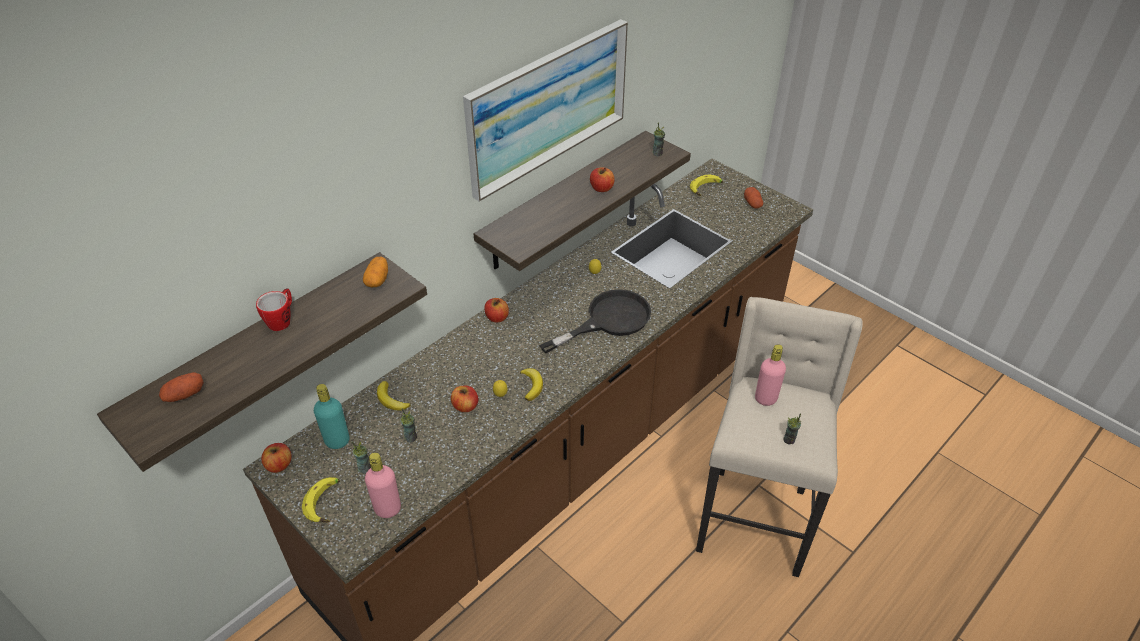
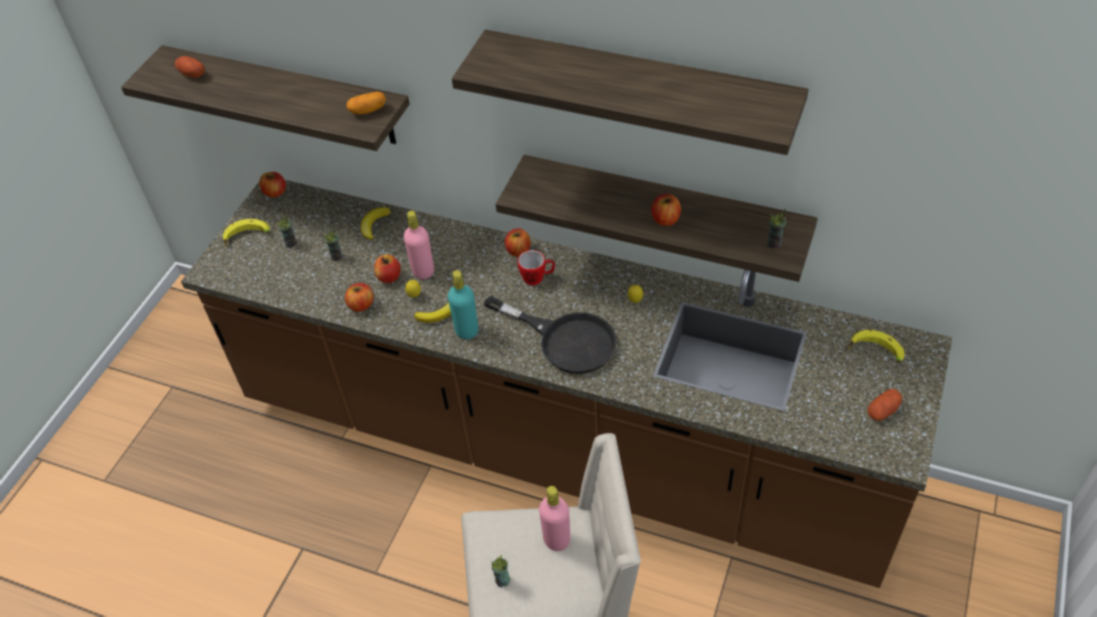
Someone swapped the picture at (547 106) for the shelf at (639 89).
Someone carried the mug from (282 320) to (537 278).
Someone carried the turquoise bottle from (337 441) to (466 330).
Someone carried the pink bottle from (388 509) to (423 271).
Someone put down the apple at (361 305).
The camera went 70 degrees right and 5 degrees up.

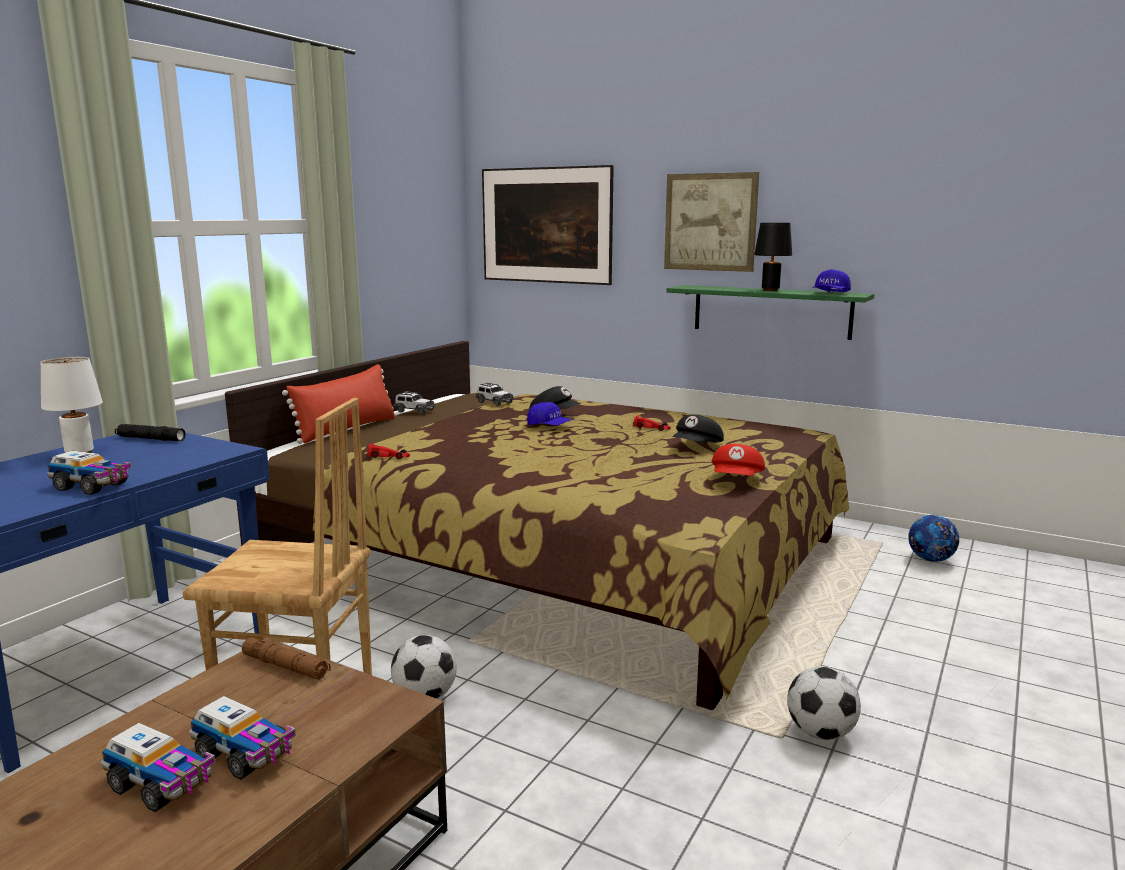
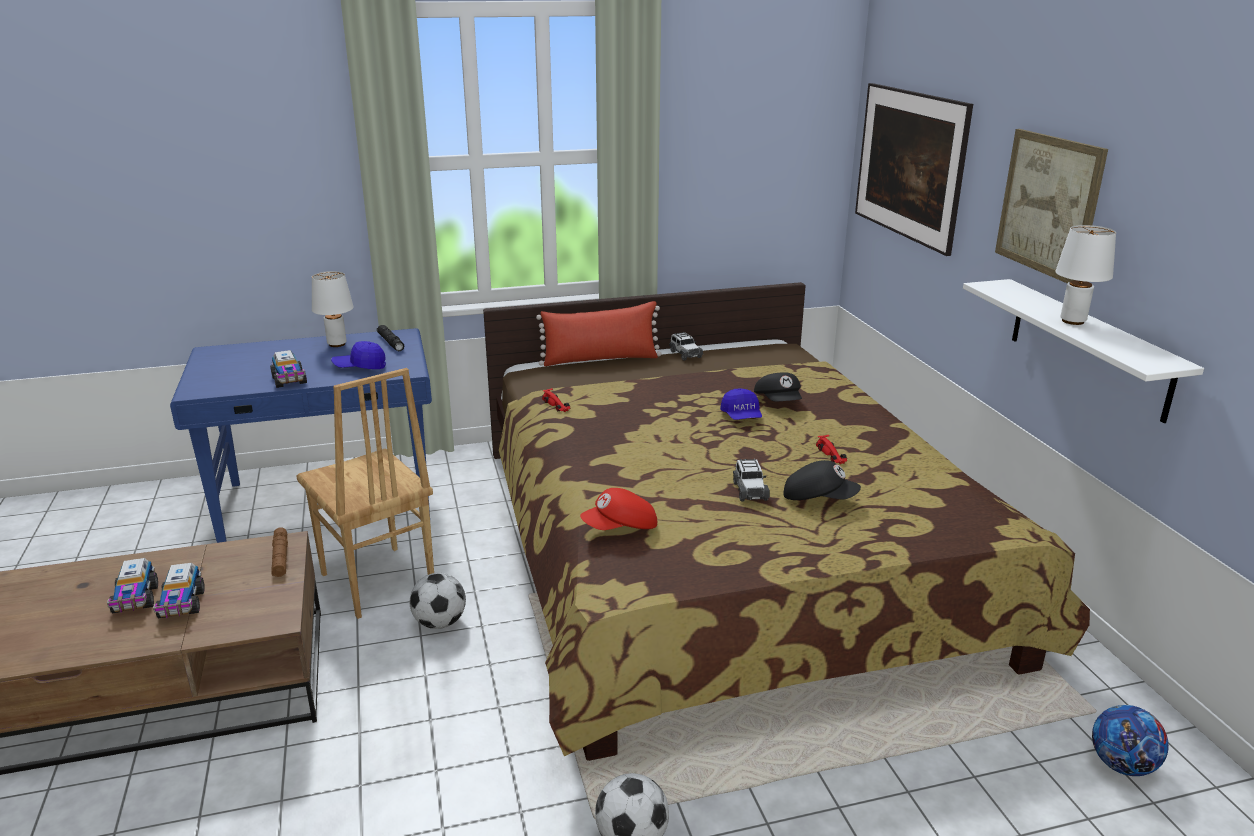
Someone repainted the black table lamp at (770 290), which became the white table lamp at (1072 321).
Someone carried the blue cap from (830 293) to (360 367).
Someone repainted the green shelf at (771 311), which became the white shelf at (1088 347).
Someone carried the toy car from (494 402) to (749 490).
Someone rotated the black cap at (697 447) by 150 degrees counterclockwise.
Someone carried the red cap from (737 480) to (621 528).
The camera went 45 degrees right and 10 degrees up.

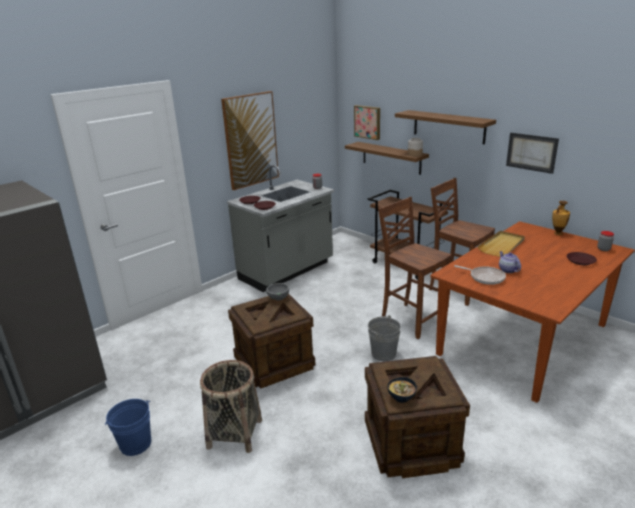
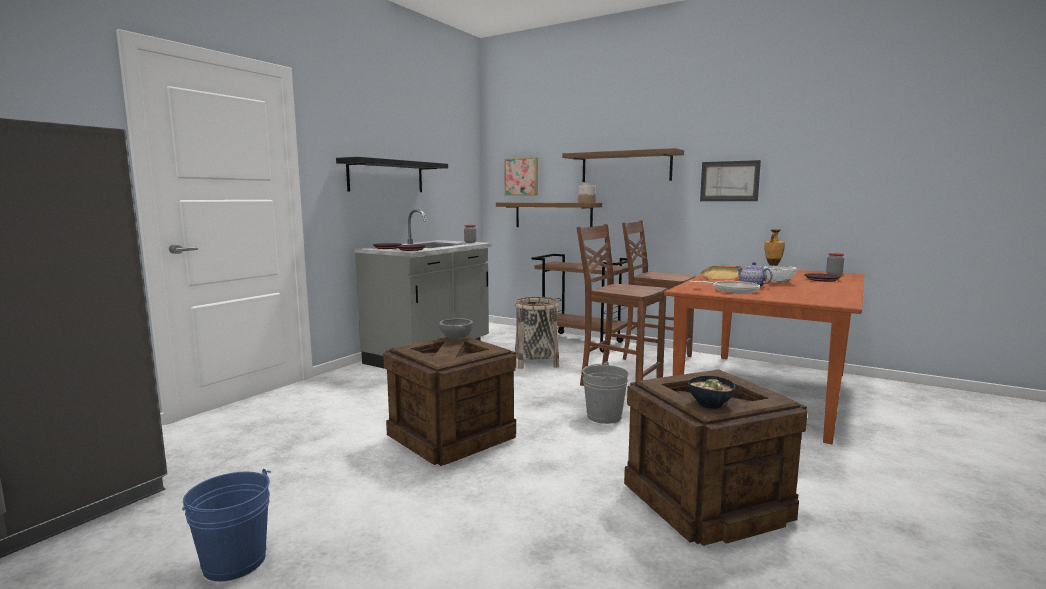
Someone swapped the picture at (250 140) for the black shelf at (386 176).
Someone carried the basket from (234 433) to (536 362).
Someone put down the white bowl at (778 282).
The camera went 15 degrees left and 15 degrees down.

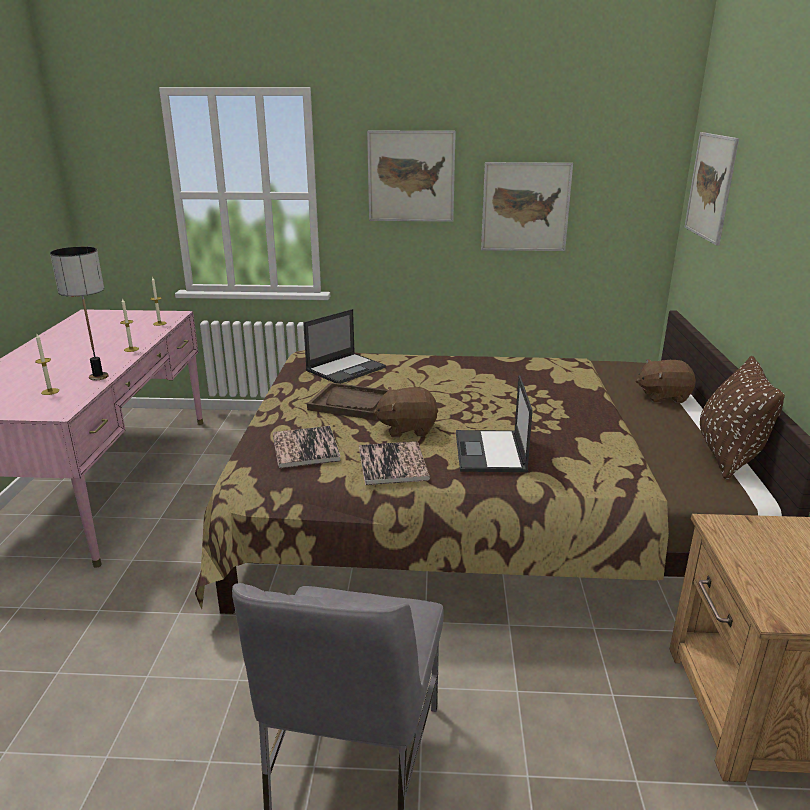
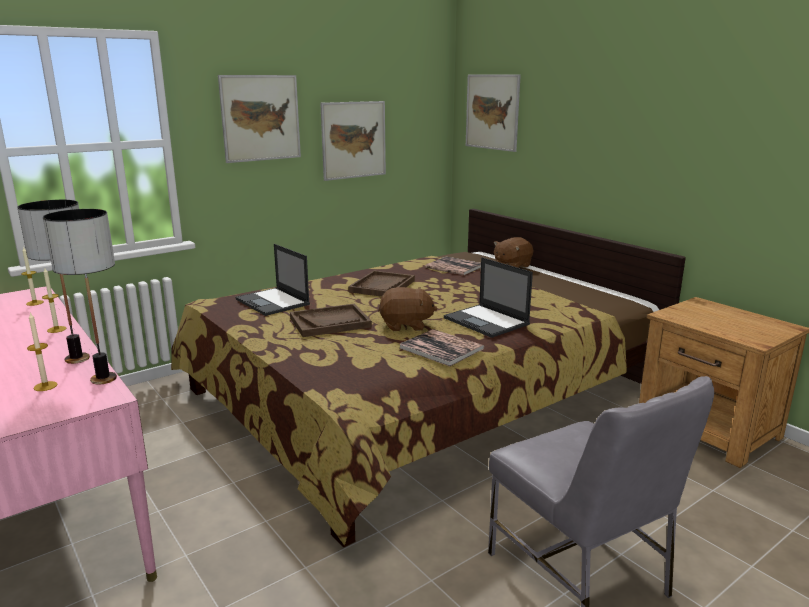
Someone rotated the laptop at (346 368) by 135 degrees clockwise.
Someone took away the brown pillow at (728 456).
Someone rotated the brown plush toy at (407 429) by 135 degrees counterclockwise.
Someone carried the book from (305 448) to (454 267).
Someone put down the table lamp at (104 379).
Someone put down the brown tray at (382 286).
The camera went 40 degrees left and 5 degrees down.

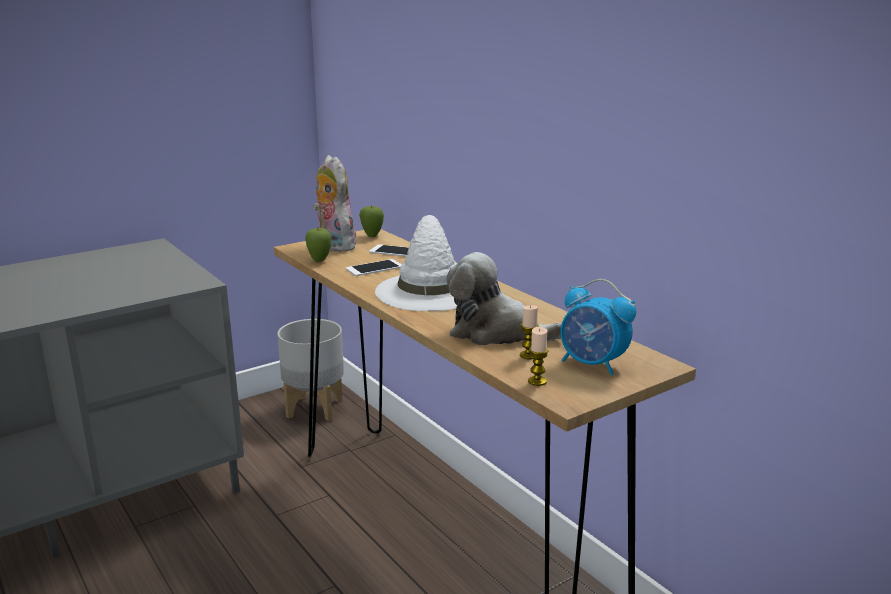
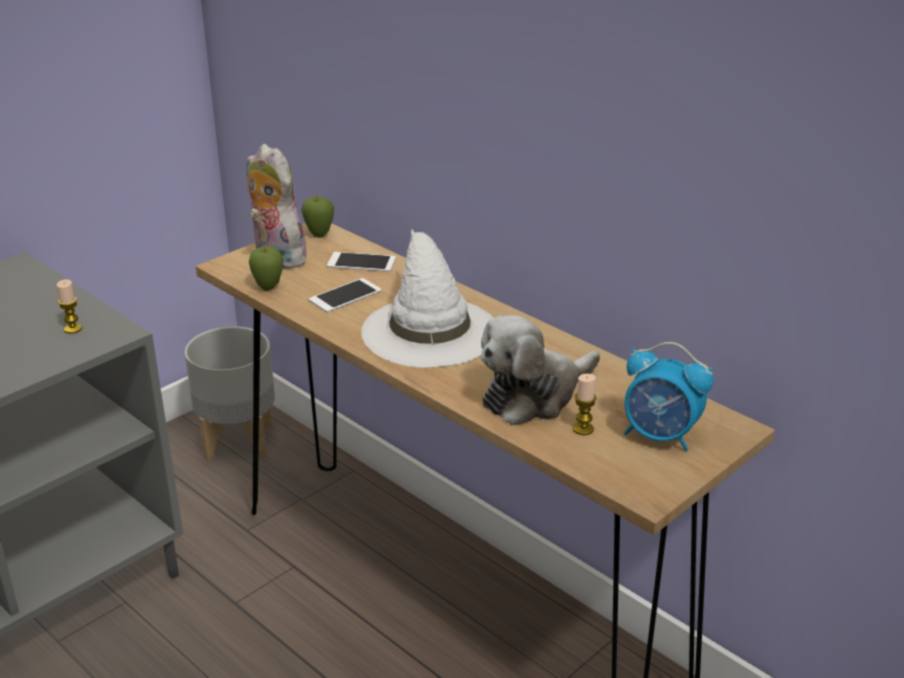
Someone rotated the plush toy at (496 333) by 45 degrees counterclockwise.
Someone carried the candle from (537 381) to (73 329).
The camera went 10 degrees left and 10 degrees up.

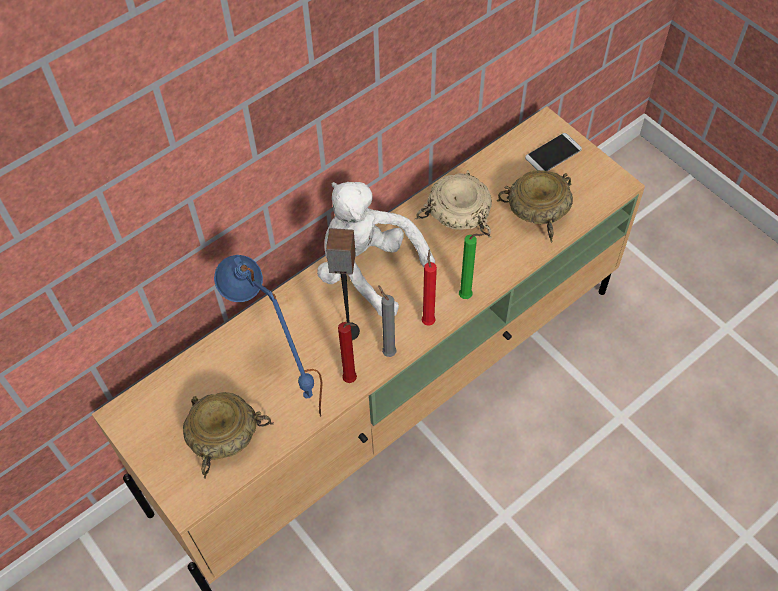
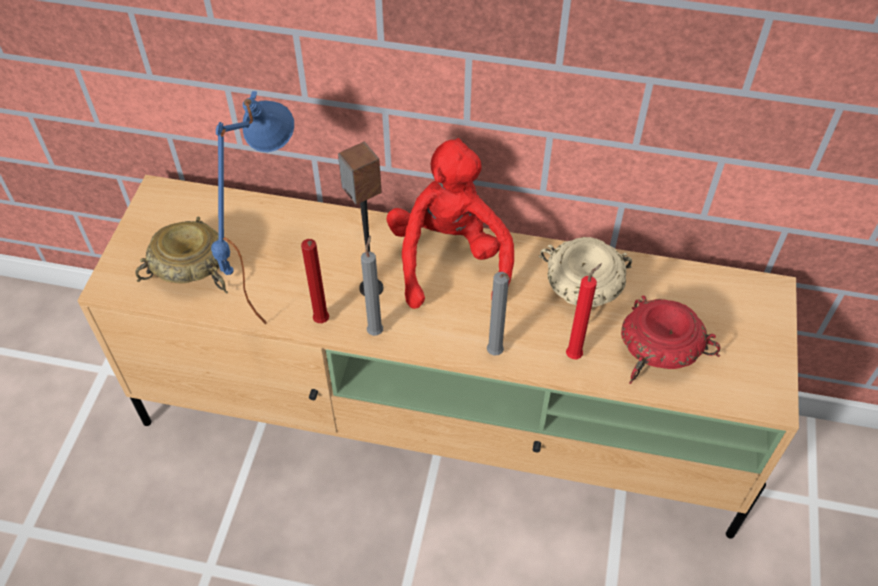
Someone took away the phone at (553 154).
Someone repainted the beige bowl at (539 210), which became the red bowl at (660 351).
Someone repainted the white plush toy at (367 270), which became the red plush toy at (449 259).
Someone repainted the green candle at (467 297), which became the grey candle at (496 354).
Someone carried the red candle from (428 320) to (575 354).
The camera went 50 degrees right and 5 degrees down.

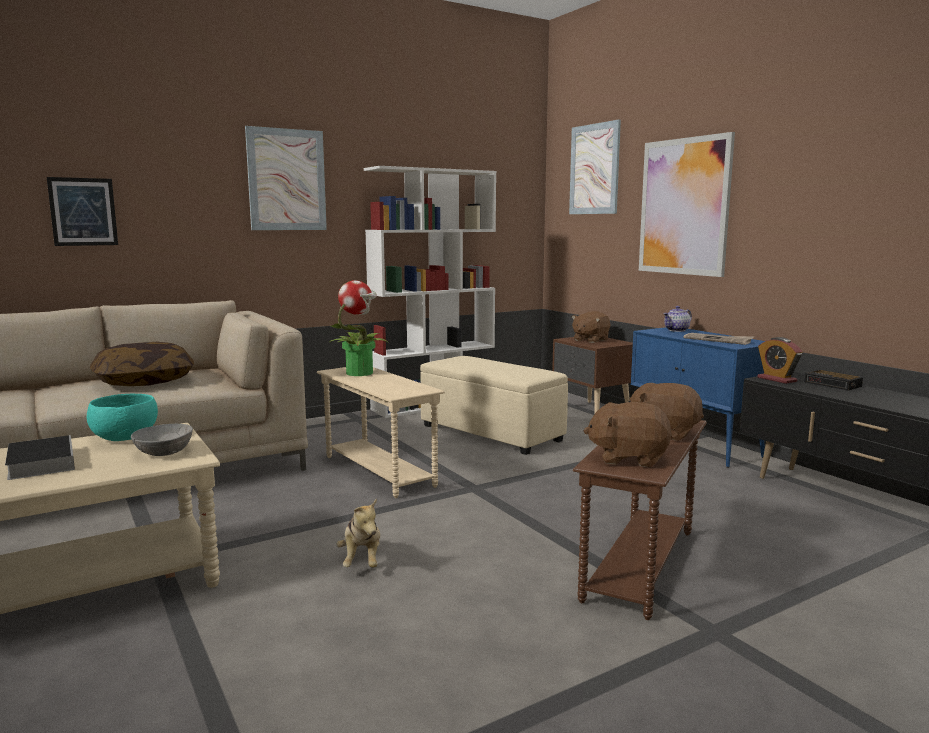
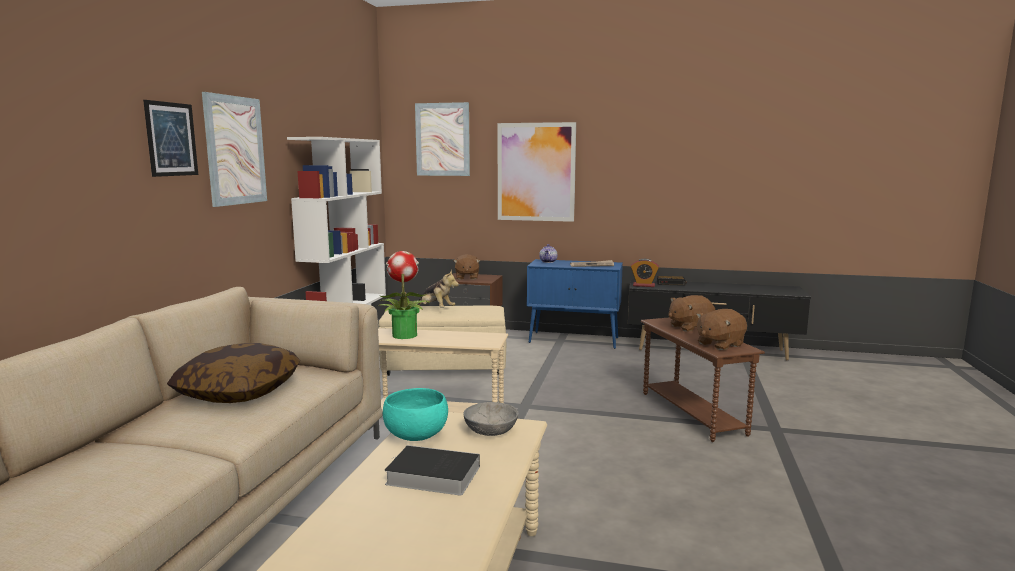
Someone carried the picture from (83 212) to (171 139).
Someone carried the plush toy from (362 561) to (436 309).
The camera went 45 degrees left and 0 degrees up.

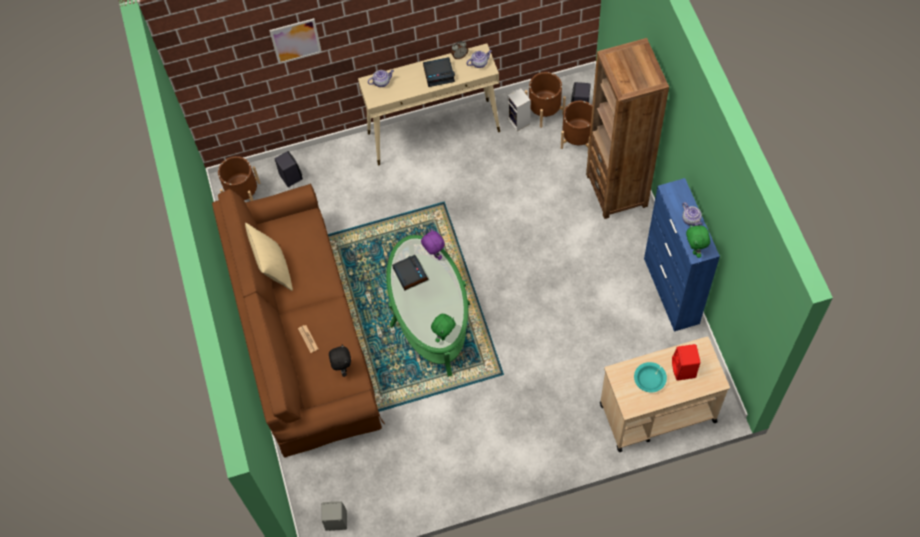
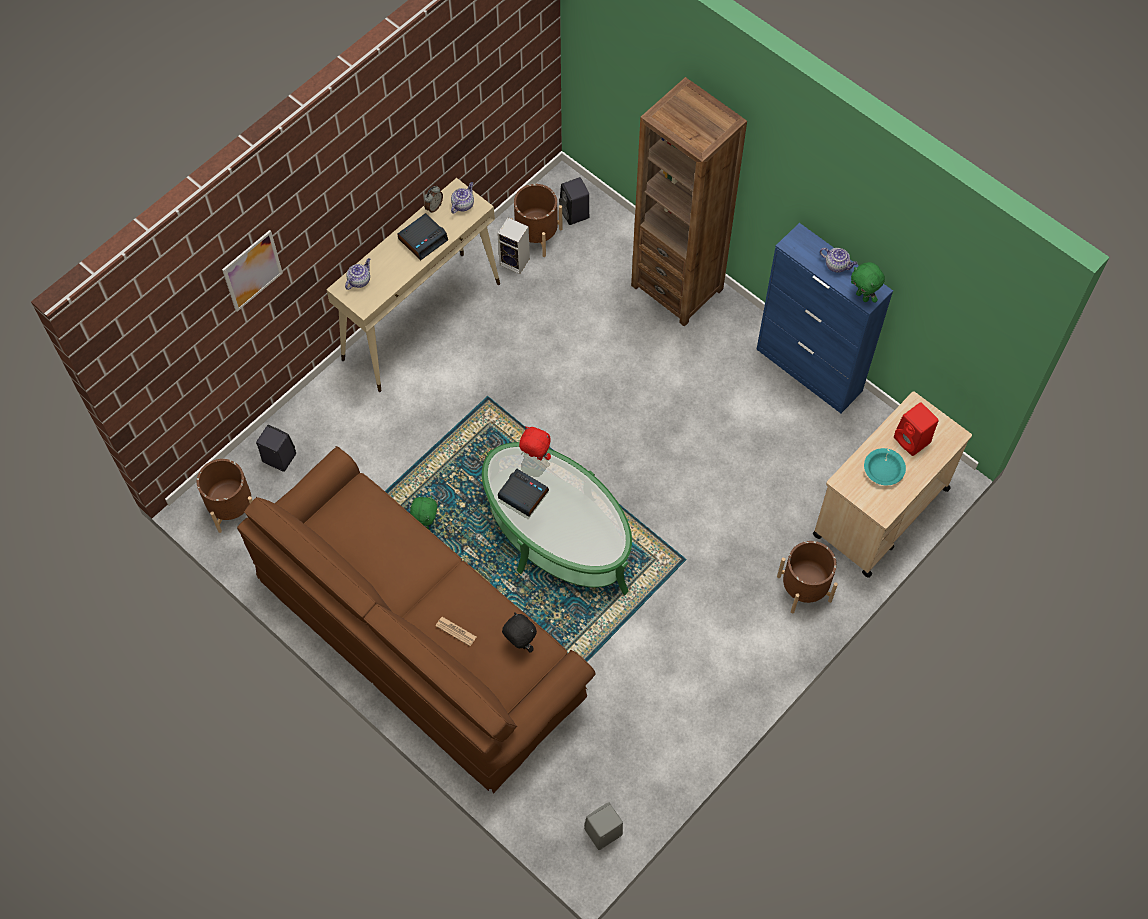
Someone carried the brown planter from (578 139) to (804 588).
Someone took away the beige pillow at (274 269).
Someone repainted the purple plush toy at (433 254), which became the red plush toy at (535 457).
Someone carried the green plush toy from (444 335) to (425 524).
The camera went 35 degrees left and 0 degrees up.

